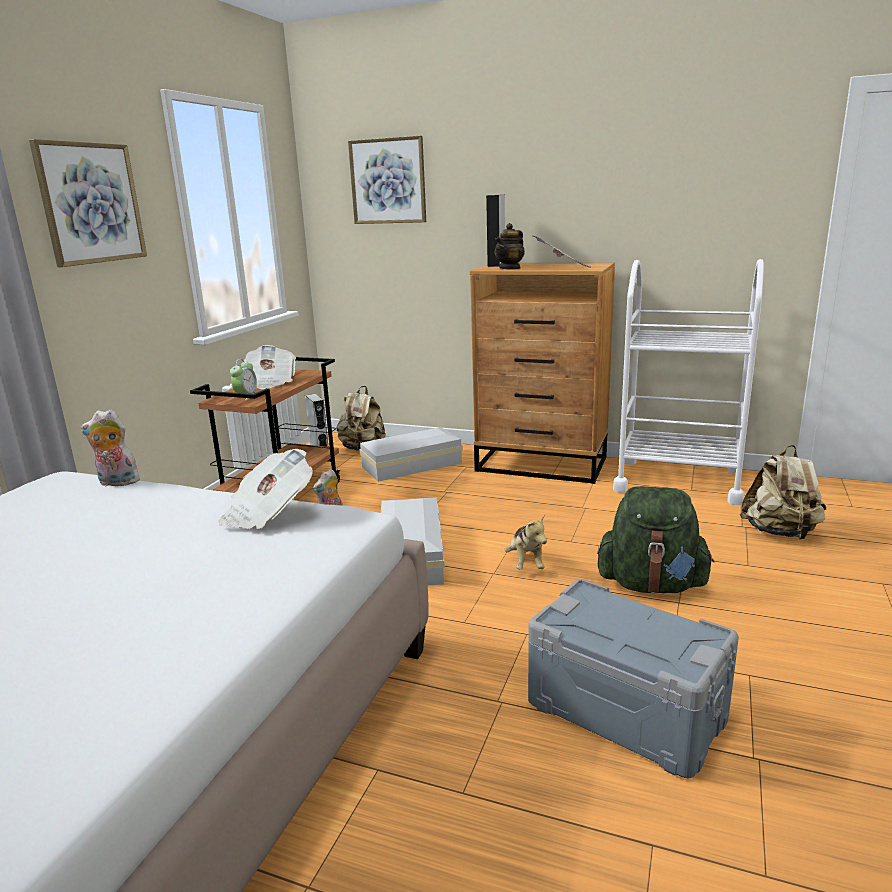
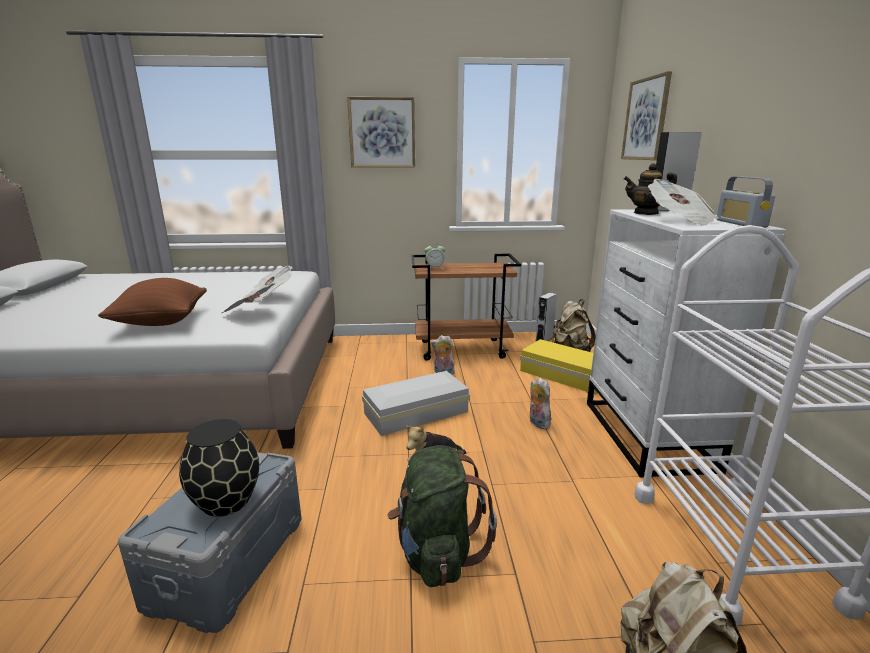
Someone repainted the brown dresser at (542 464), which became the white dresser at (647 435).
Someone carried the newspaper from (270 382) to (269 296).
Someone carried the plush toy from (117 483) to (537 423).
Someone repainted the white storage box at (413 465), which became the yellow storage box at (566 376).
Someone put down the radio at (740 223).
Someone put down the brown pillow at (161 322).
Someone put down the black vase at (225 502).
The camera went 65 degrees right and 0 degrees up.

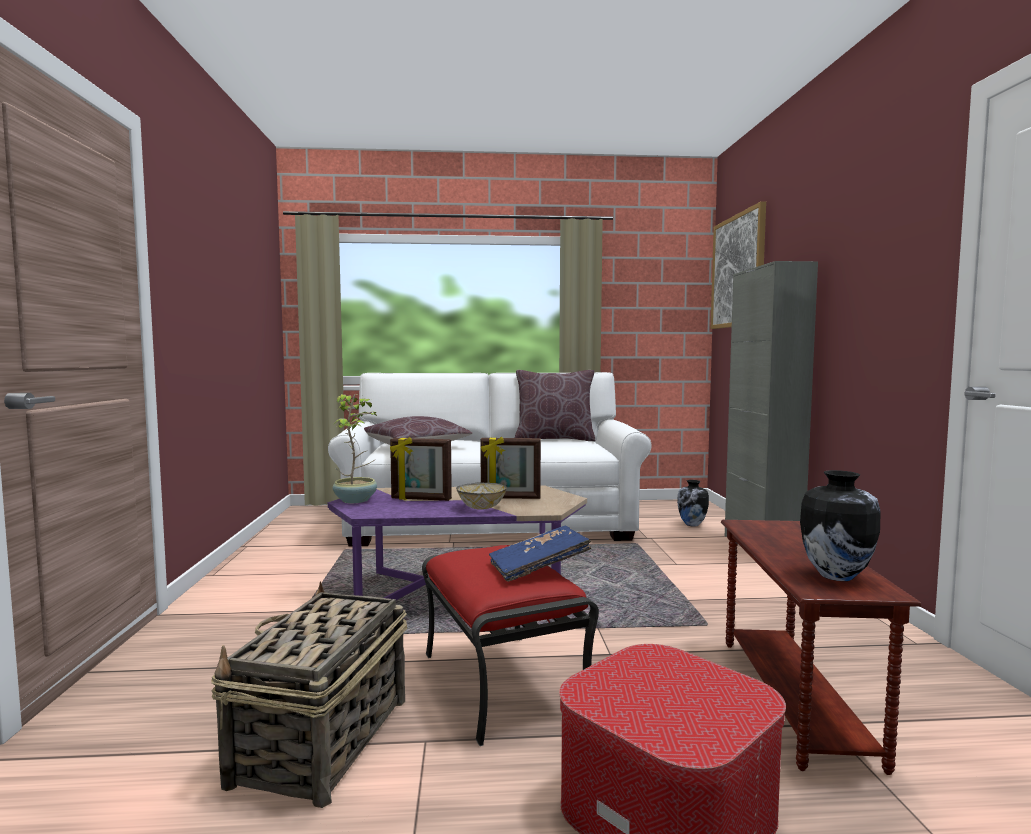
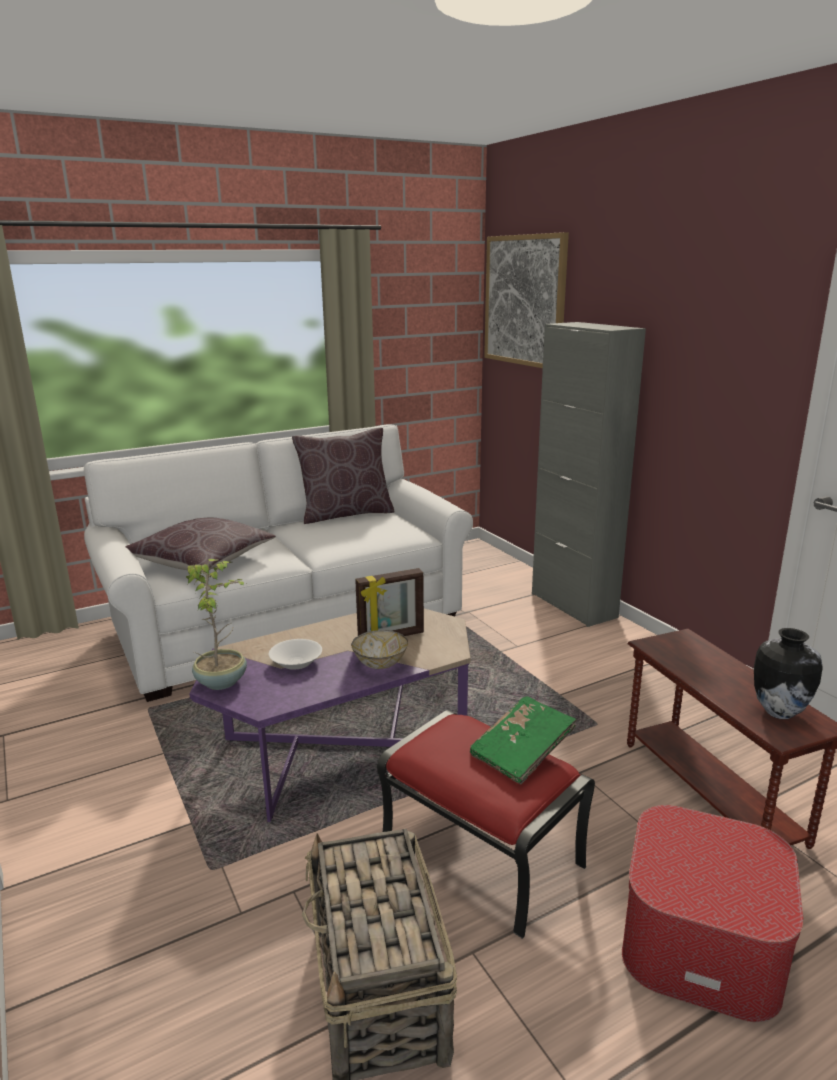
Someone swapped the picture frame at (421 499) for the white bowl at (296 661).
Someone took away the vase at (692 524).
Someone repainted the blue book at (538 569), which became the green book at (522 752).
The camera went 25 degrees left and 15 degrees up.

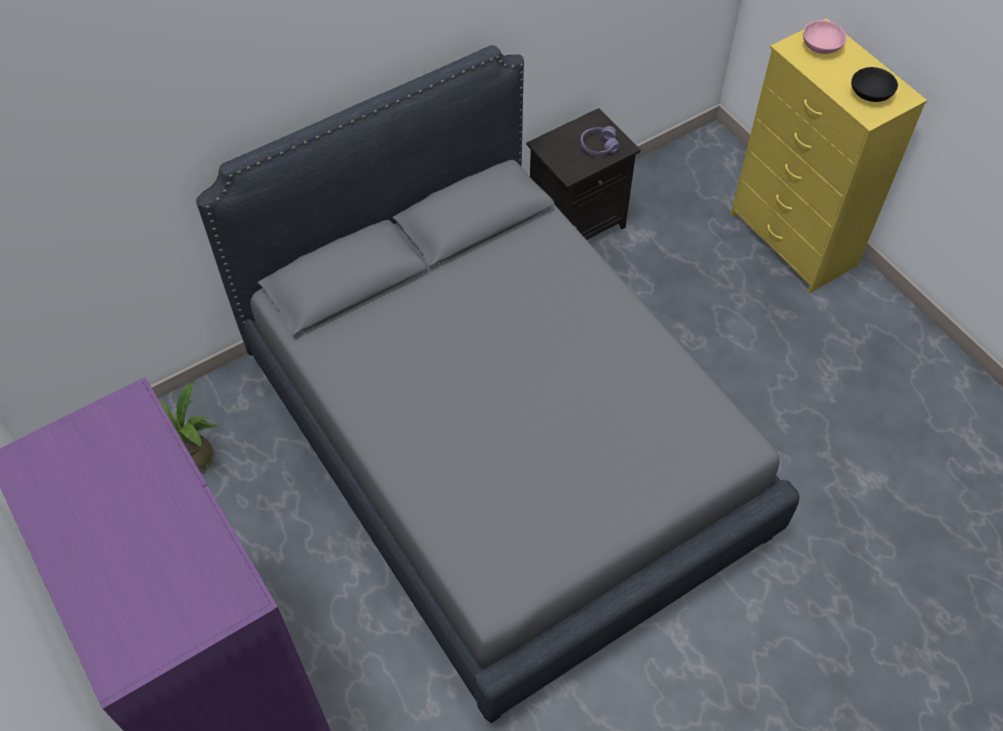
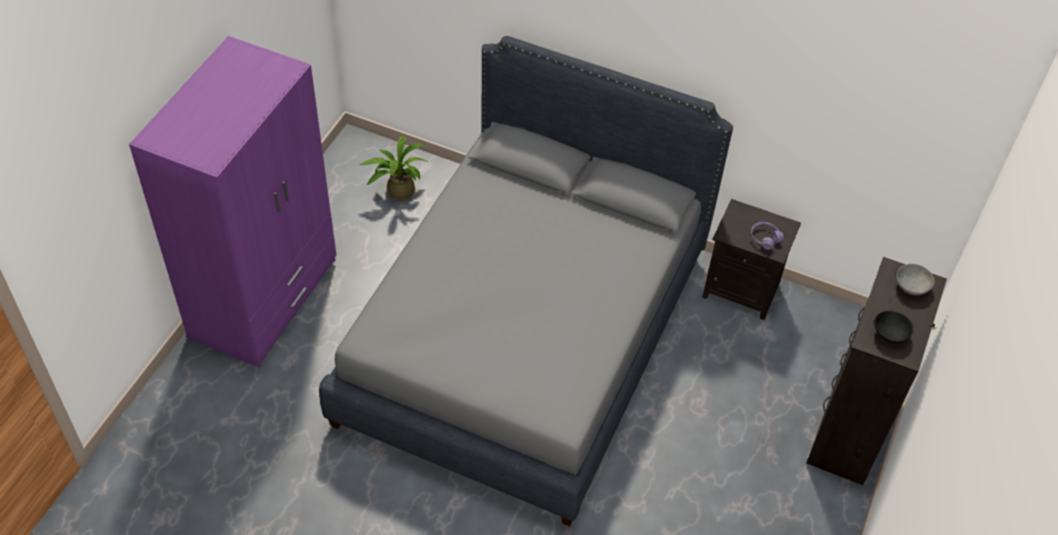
Someone repainted the yellow dresser at (793 241), which became the black dresser at (847 431).
Someone repainted the pink bowl at (821 47), which became the grey bowl at (911 286).
The camera went 55 degrees right and 5 degrees down.

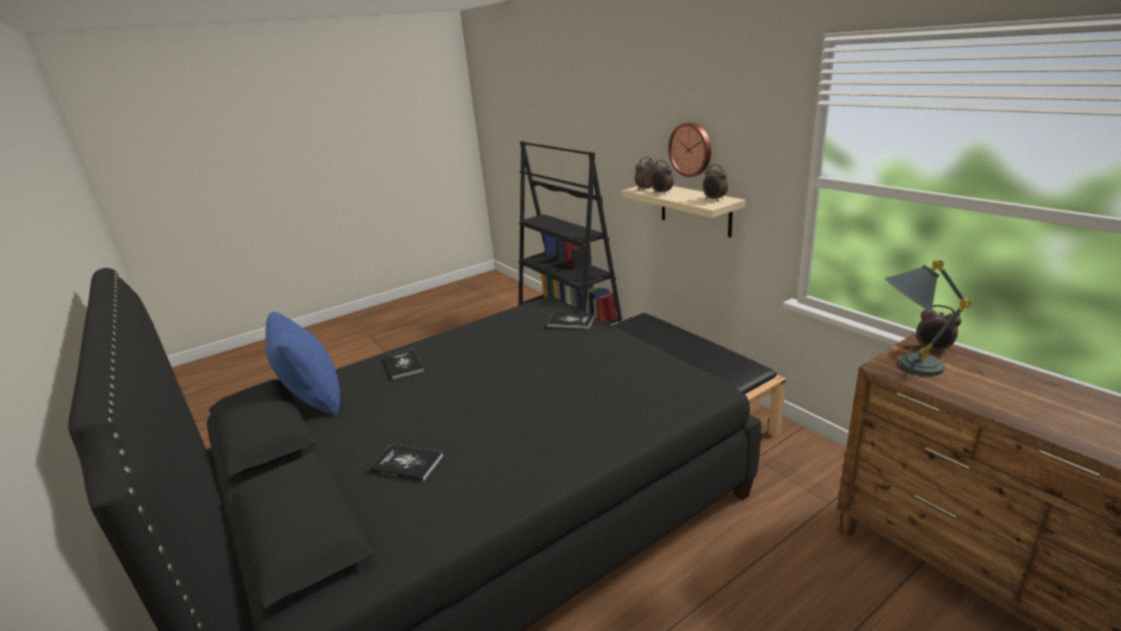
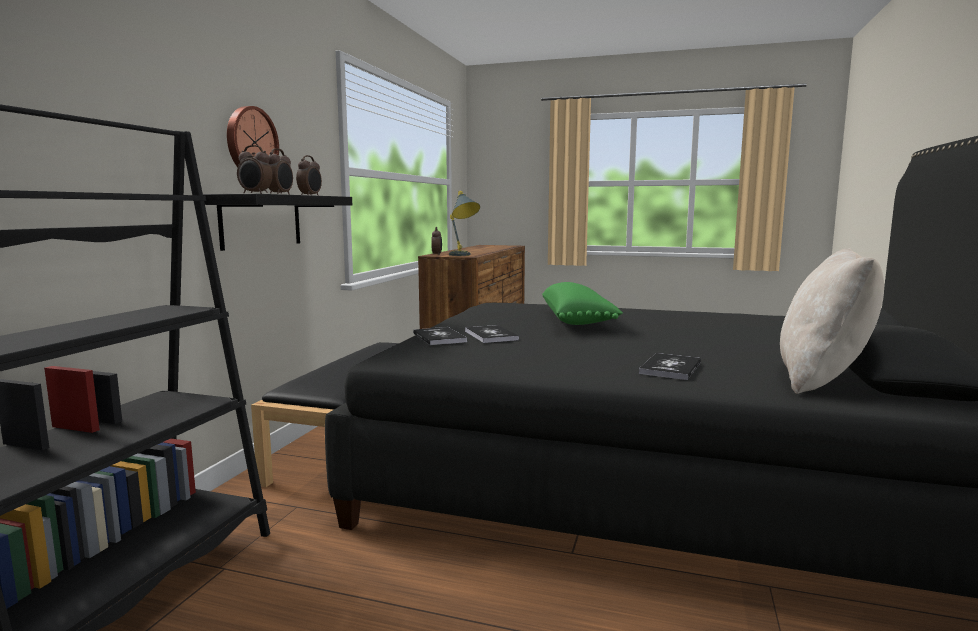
Someone repainted the beige shelf at (695 209), which became the black shelf at (261 221).
Someone repainted the blue pillow at (313 399), which became the beige pillow at (822 379).
Someone carried the book from (406 464) to (491 335).
Someone put down the green pillow at (577 320).
The camera went 130 degrees left and 15 degrees down.

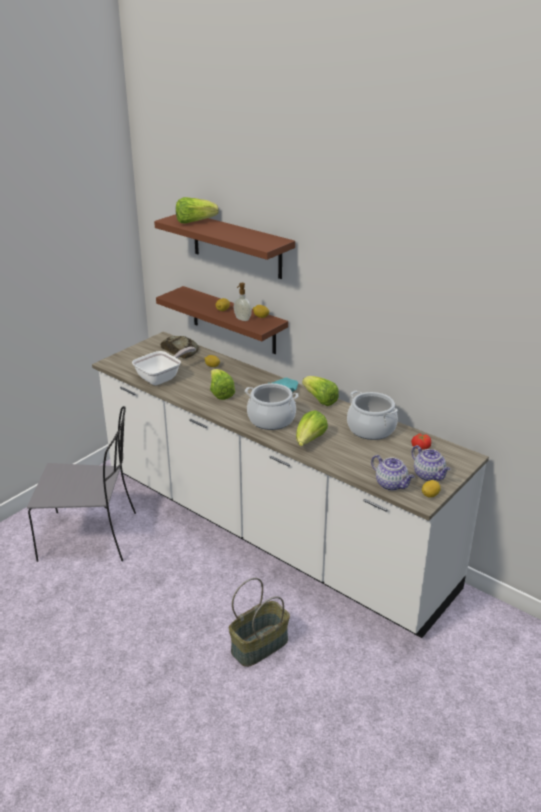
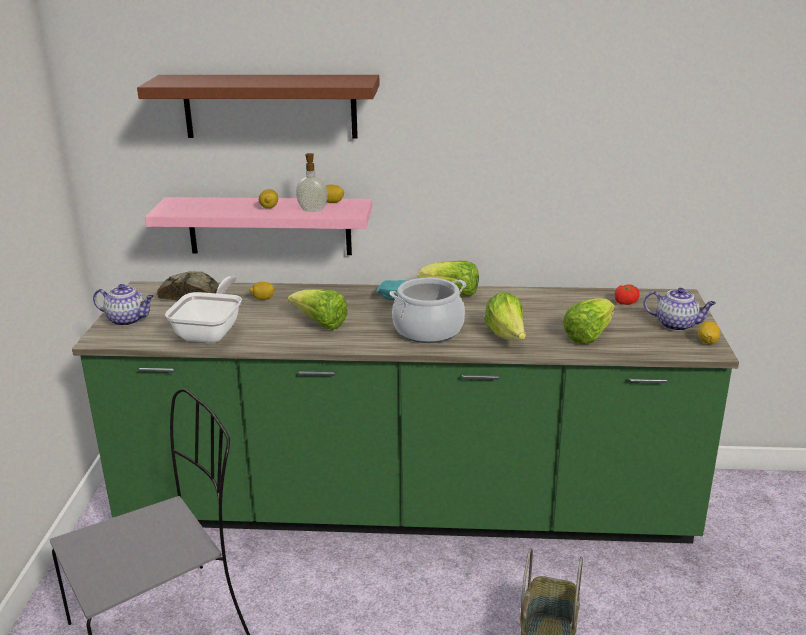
Someone carried the lettuce from (194 222) to (588 335).
Someone repainted the brown shelf at (233 320), which became the pink shelf at (269 226).
Someone repainted the white counter at (270 530), which became the green counter at (405 507).
Someone took away the cooking pot at (371 429).
Someone carried the teapot from (391 484) to (128 320).
The camera went 35 degrees left and 5 degrees down.

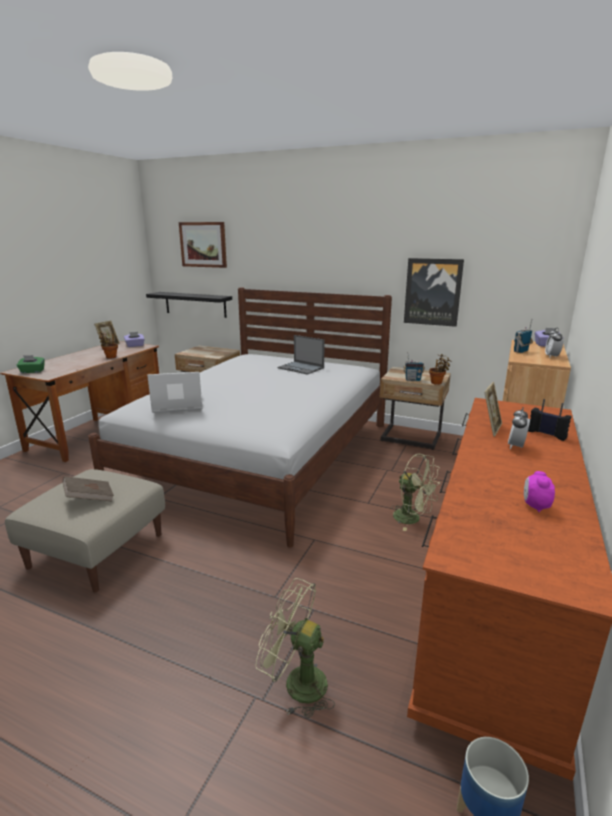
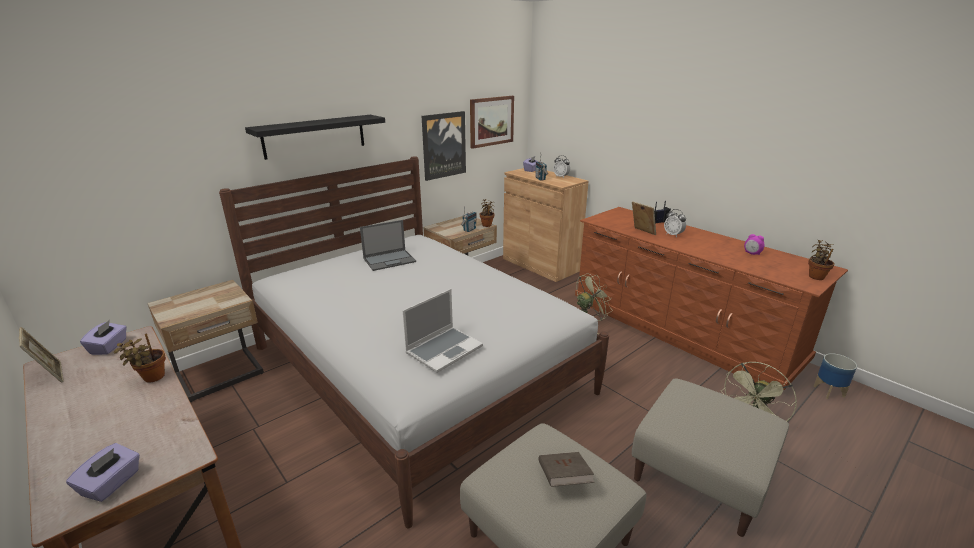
Someone carried the picture from (203 244) to (491 121).
Someone carried the black shelf from (195 304) to (315 136).
Someone repainted the green tissue box at (32 371), which became the purple tissue box at (112 483).
Someone rotated the laptop at (177 405) by 150 degrees counterclockwise.
Someone put down the potted plant at (816 276).
Someone put down the beige ottoman at (701 475).
The camera went 65 degrees left and 5 degrees up.

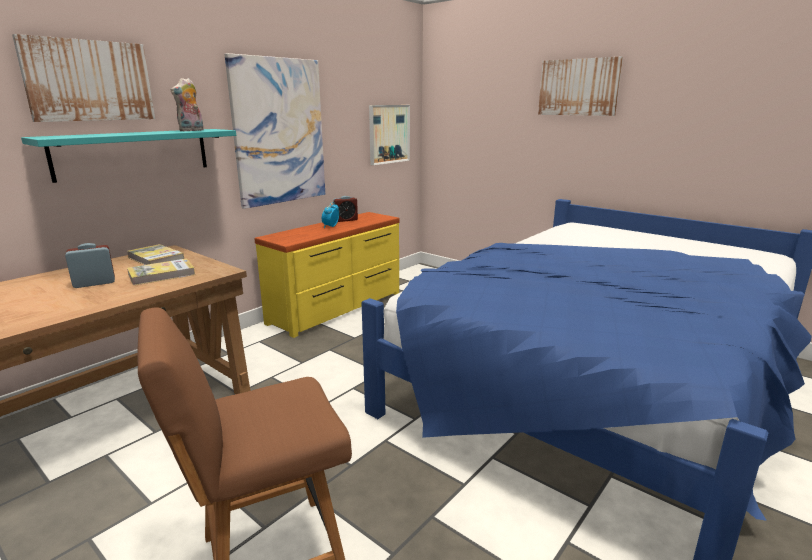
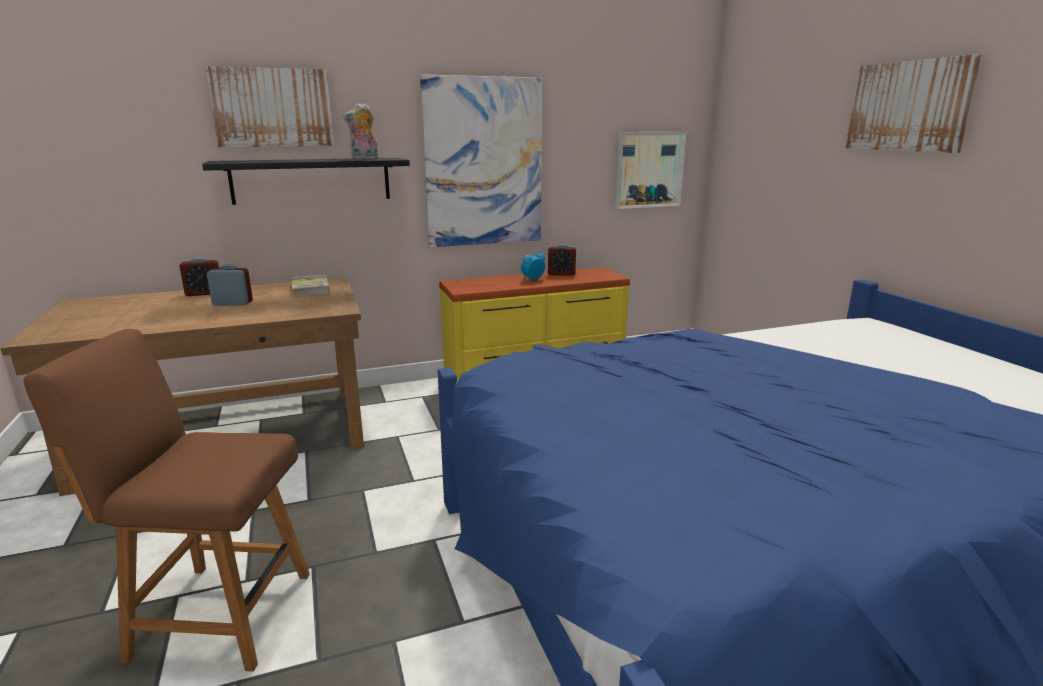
Someone repainted the turquoise shelf at (133 153), which became the black shelf at (311 180).
Someone took away the book at (162 274).
Someone put down the alarm clock at (204 293).
The camera went 30 degrees right and 0 degrees up.

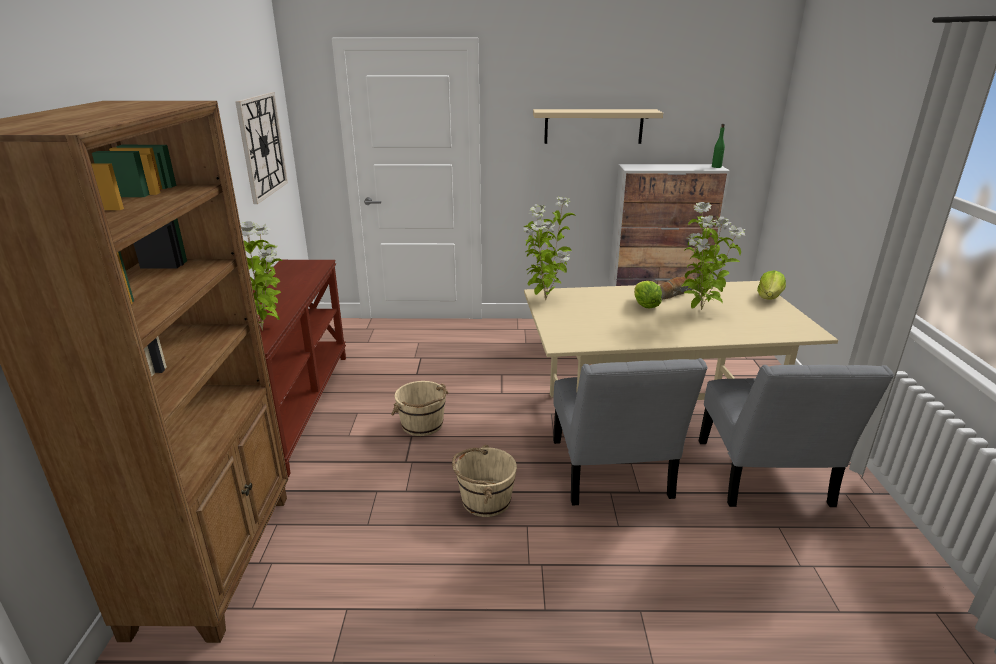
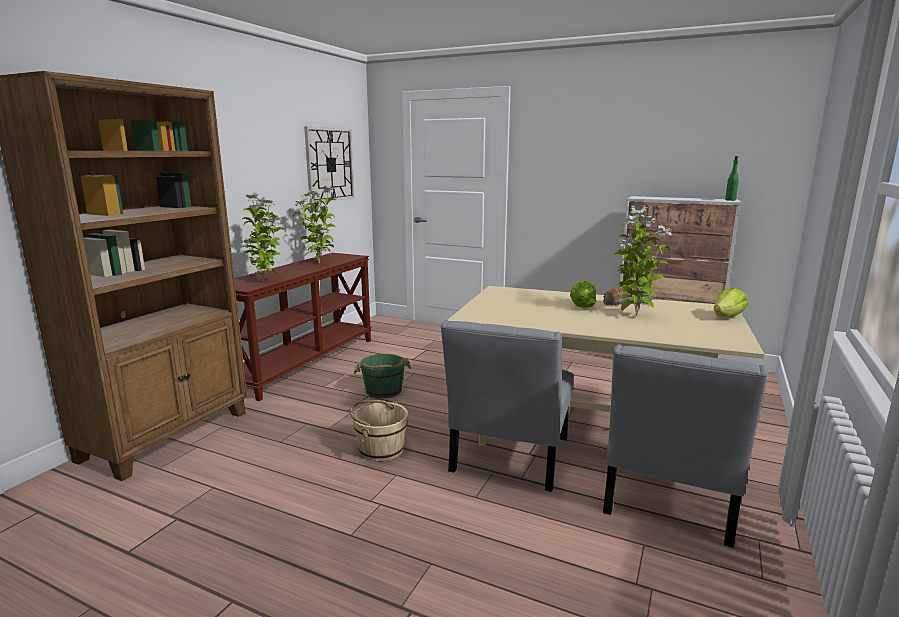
Someone took away the beige shelf at (593 126).
Someone carried the potted plant from (544 299) to (319 263).
Someone repainted the beige bucket at (422 425), which became the green bucket at (383 391).
The camera went 25 degrees right and 10 degrees down.

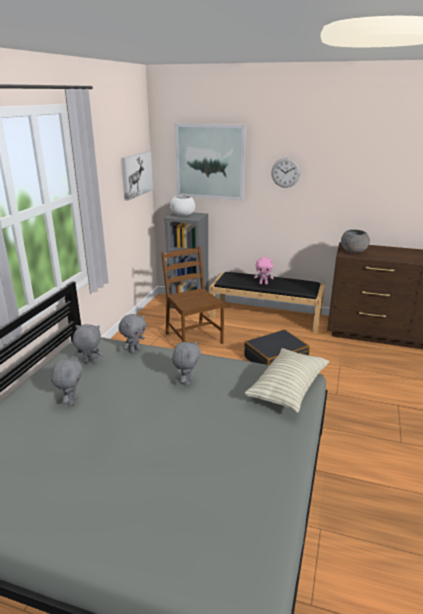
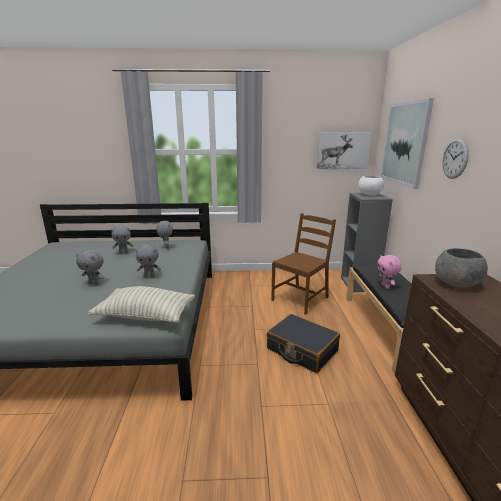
Someone carried the grey plush toy from (134 350) to (94 283).
The camera went 70 degrees right and 5 degrees down.

